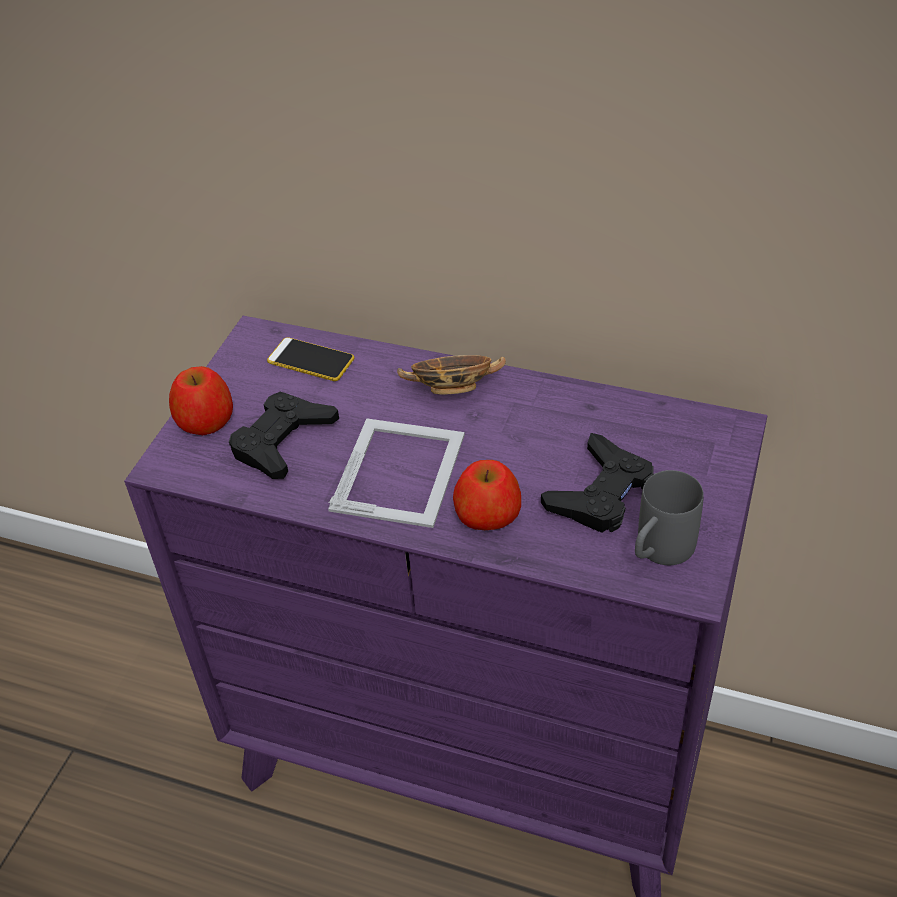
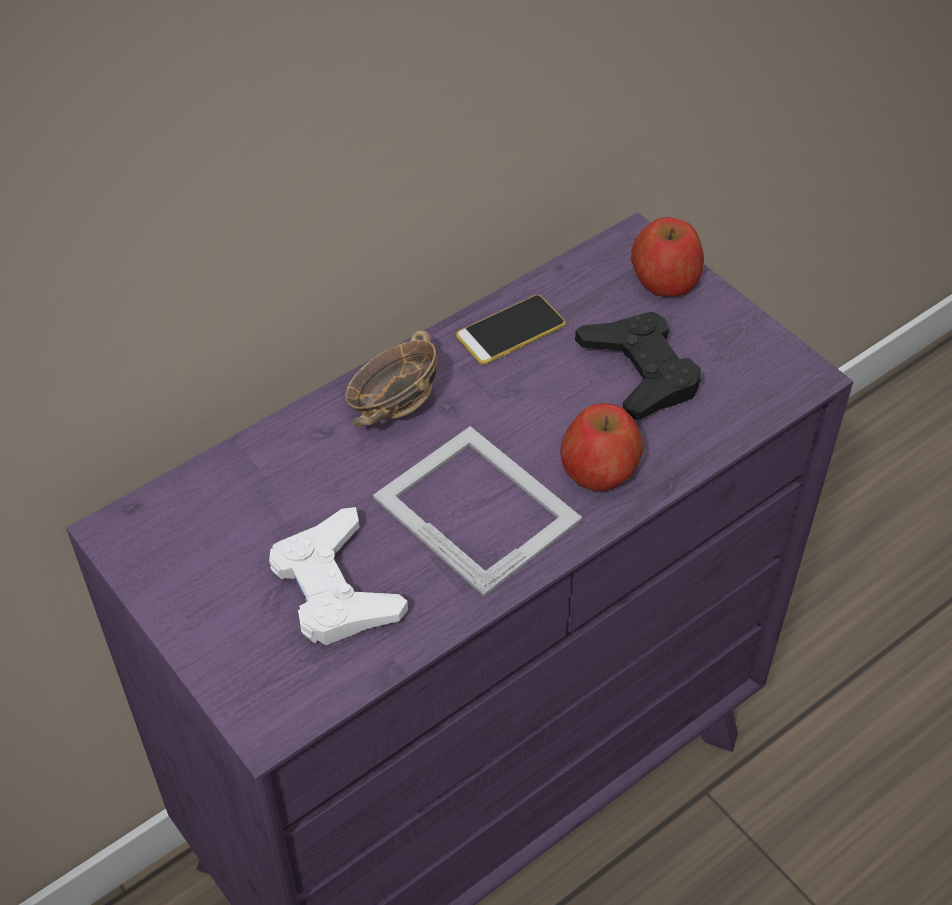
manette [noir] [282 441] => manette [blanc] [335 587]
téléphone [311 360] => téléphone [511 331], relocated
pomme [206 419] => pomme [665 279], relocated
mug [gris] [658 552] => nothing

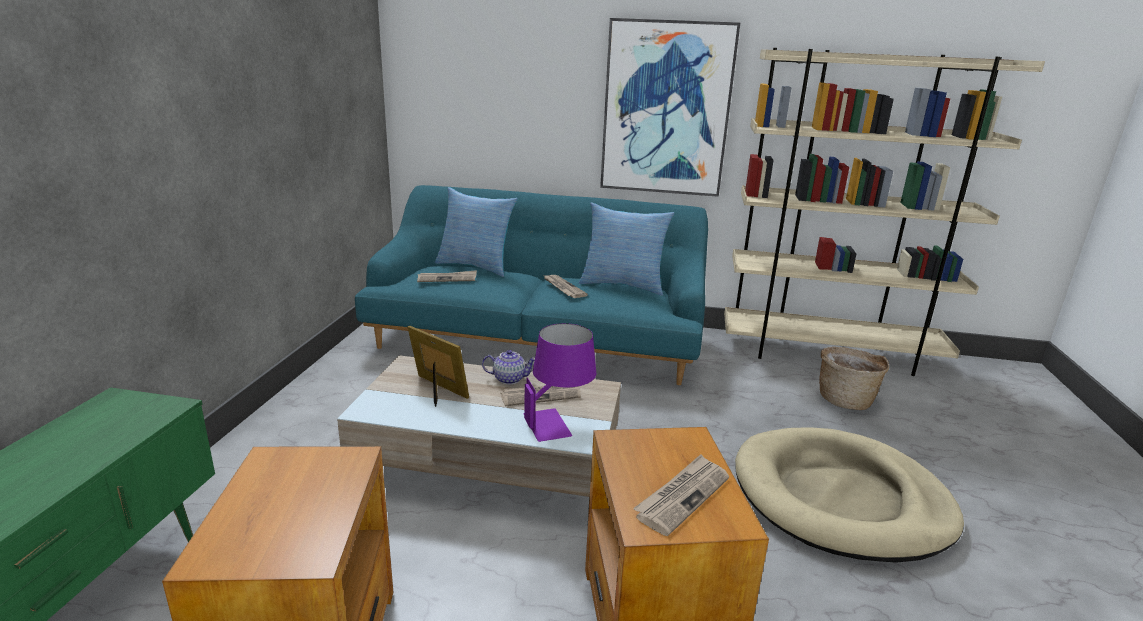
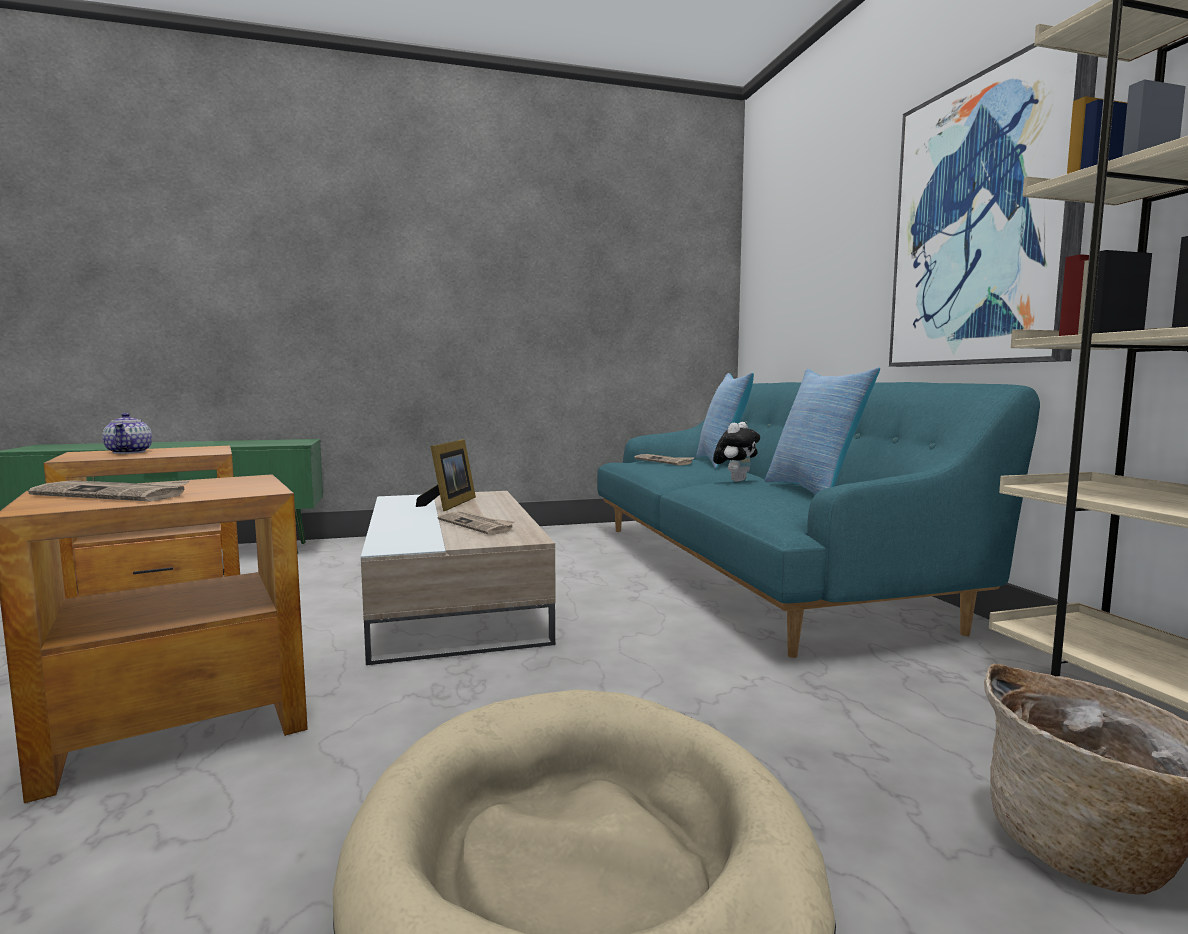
théière [509 379] => théière [129 452], relocated
journal [563 288] => peluche [736 480]
lampe de table [violet] [558 422] => nothing

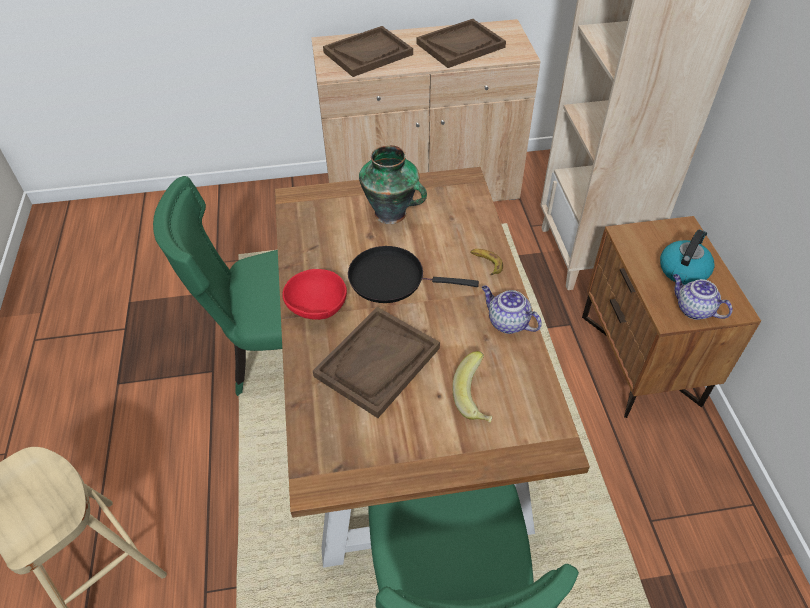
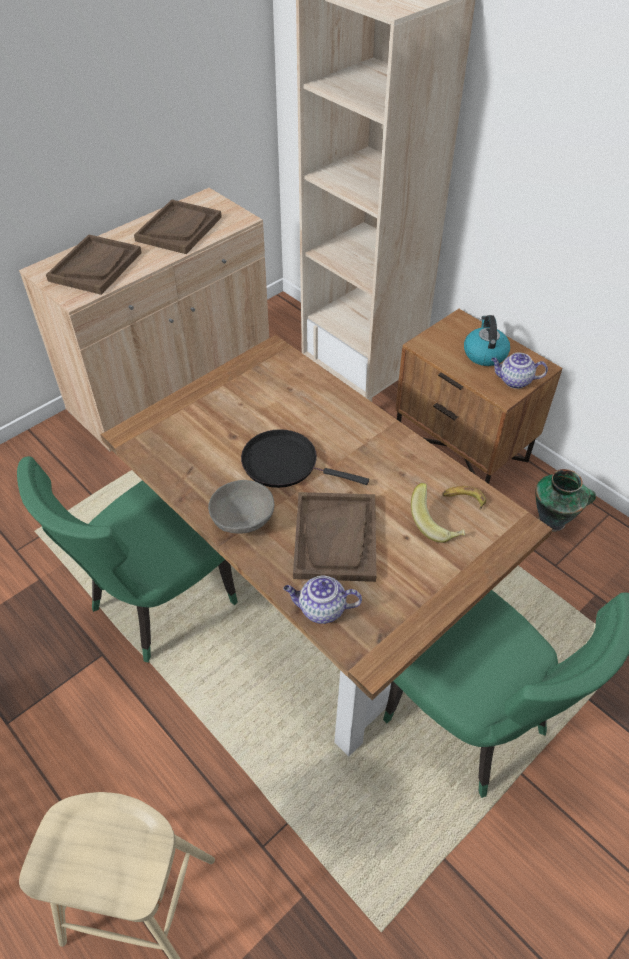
bol [rouge] [318 308] => bol [gris] [244 520]
poêle [noir] [392 278] => poêle [noir] [285 463], 45 degrees clockwise
théière [507 322] => théière [321 609], relocated
banane [486 263] => banane [463 499], relocated
vase [392 214] => vase [553 520], relocated

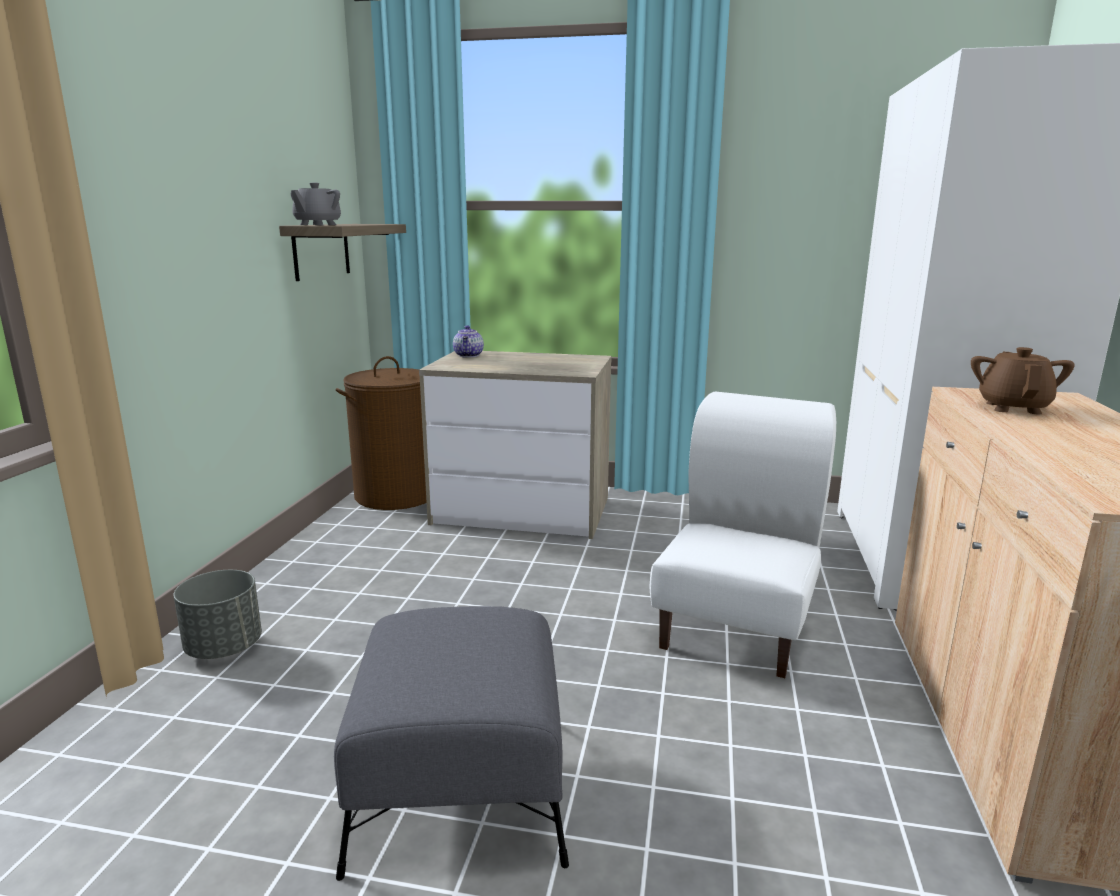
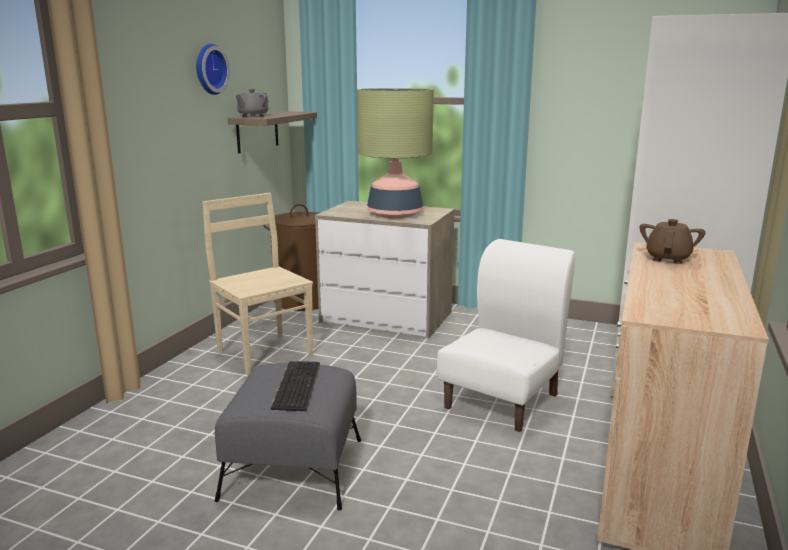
nothing => horloge murale [209 69]
nothing => chaise [beige] [264 352]
nothing => clavier [295 385]
nothing => lampe de table [395 214]
cache-pot [gris] [224 647] => nothing
théière [469 355] => nothing

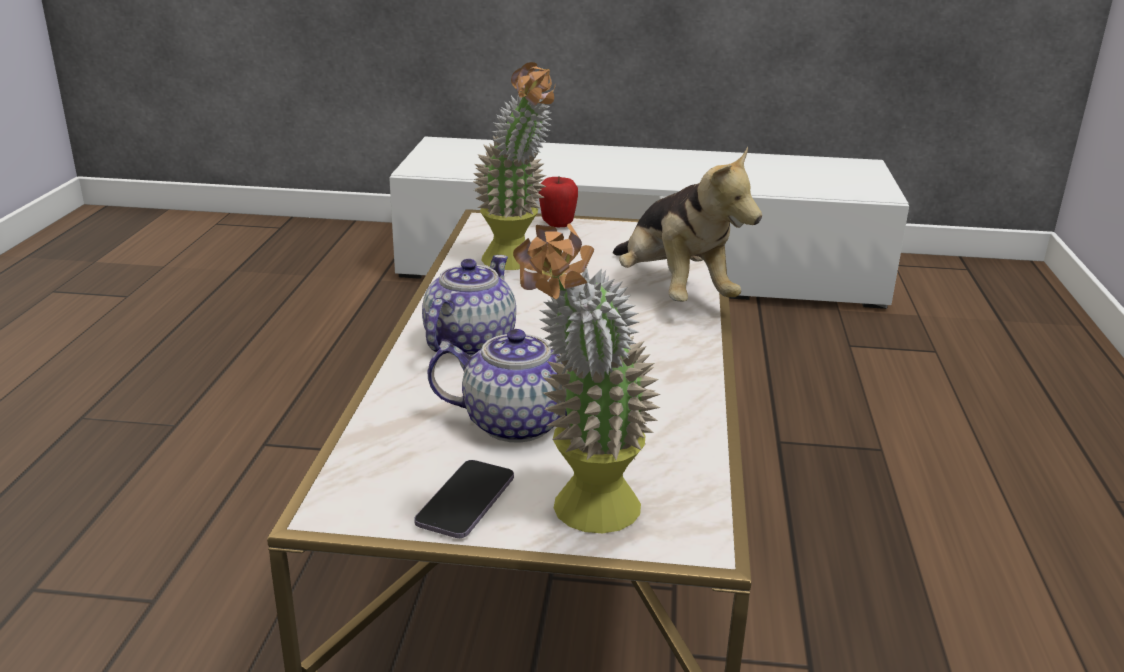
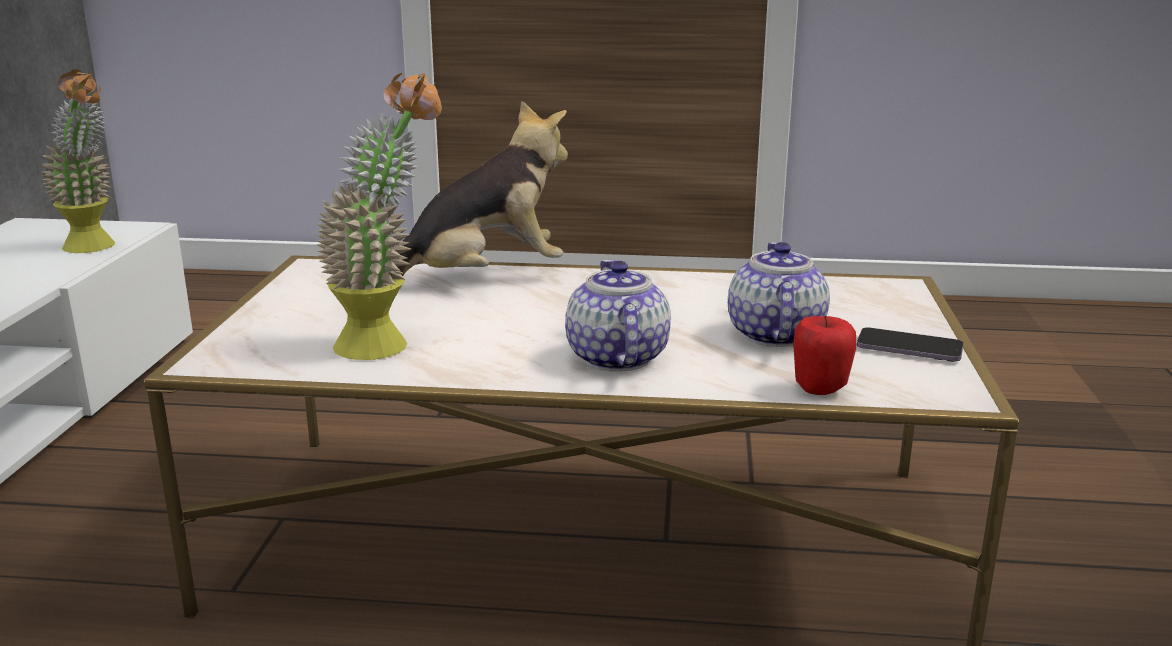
plante en pot [582 518] => plante en pot [96 248], relocated
théière [468 343] => théière [616 358], 60 degrees clockwise
pomme [557 225] => pomme [820 390], relocated

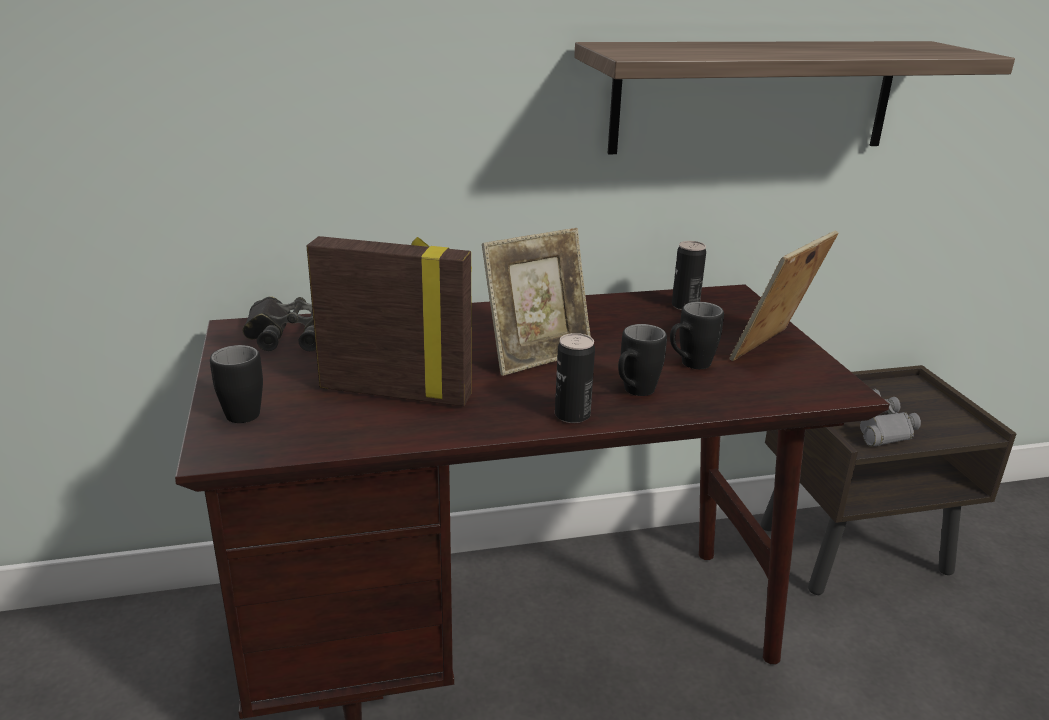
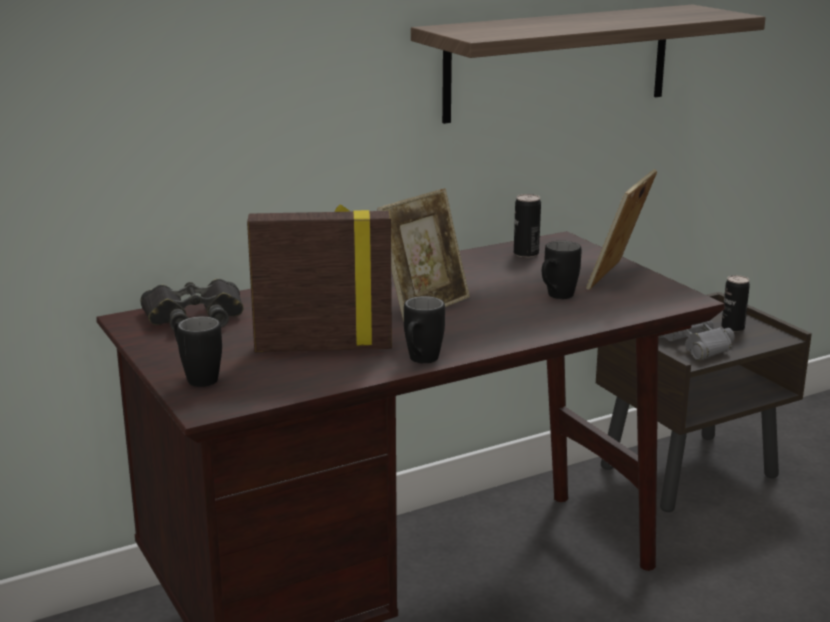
mug [noir] [634 393] => mug [noir] [420 361], relocated
boîte métallique [572 415] => boîte métallique [732 328], relocated

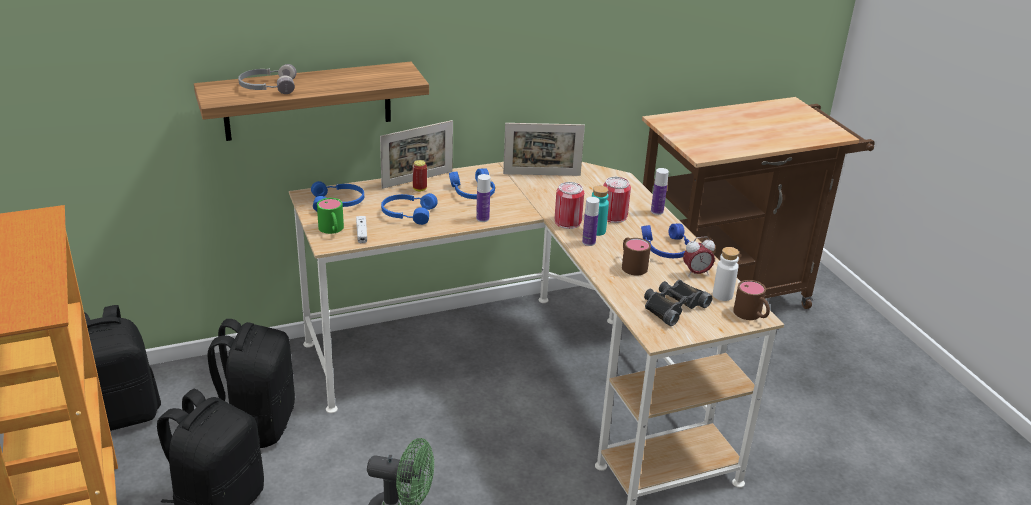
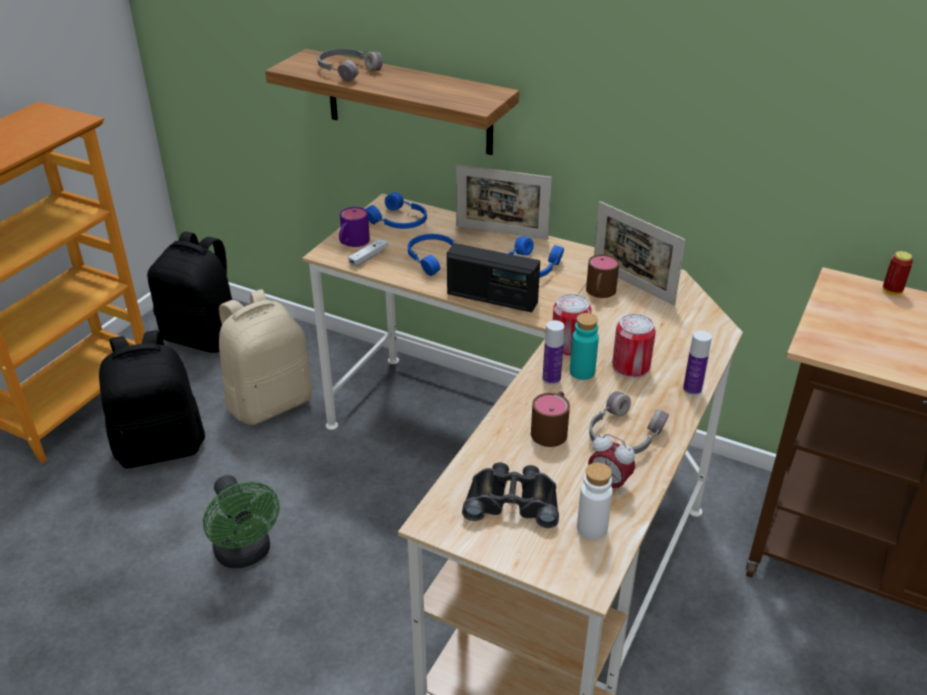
sac à dos [noir] [258 424] => sac à dos [beige] [270 402]
mug [vert] [332 230] => mug [violet] [352 243]
bouteille [482 218] => radio [492 298]
mug [marron] [751 315] => mug [marron] [599 293], relocated
casque audio [bleu] [665 249] => casque audio [gris] [622 436]
boîte métallique [419 189] => boîte métallique [892 291], relocated

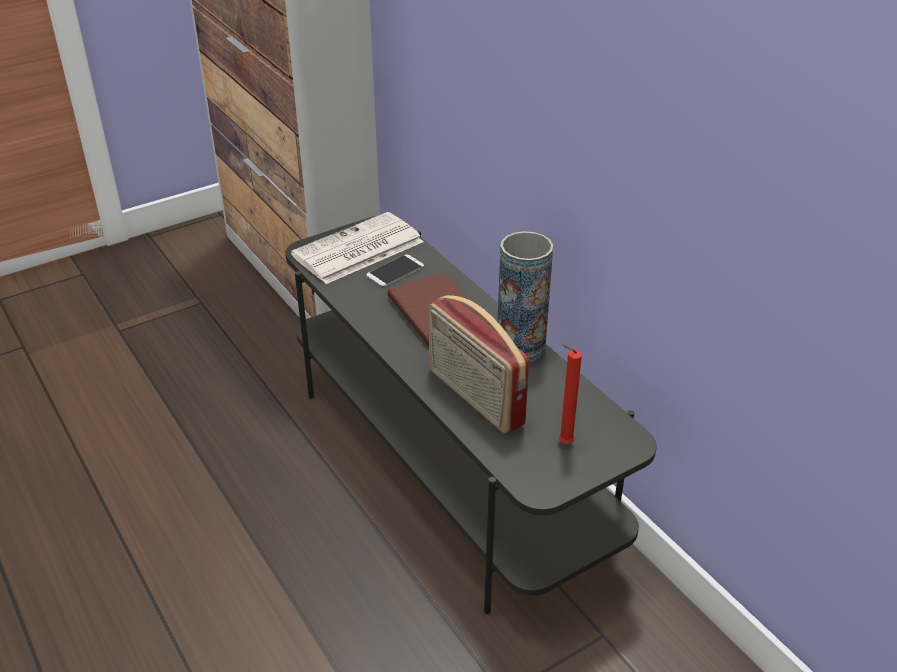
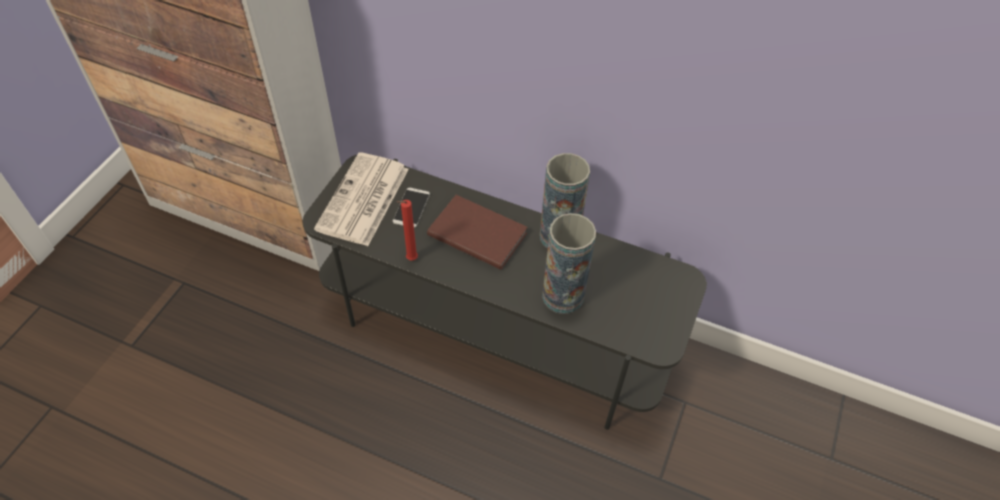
bougie [rouge] [563 443] => bougie [rouge] [410 259], relocated
radio [474 398] => vase [563 296]

